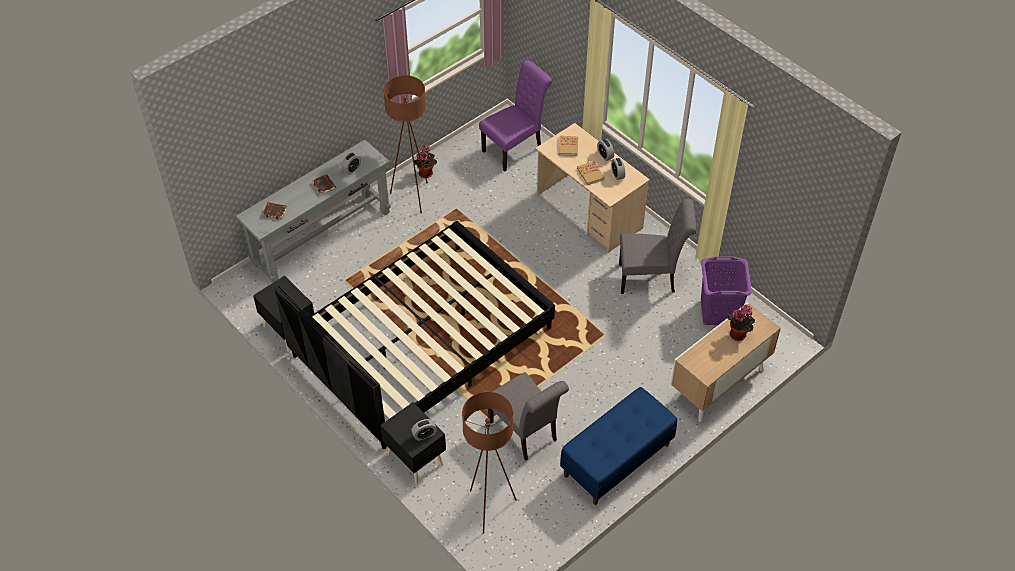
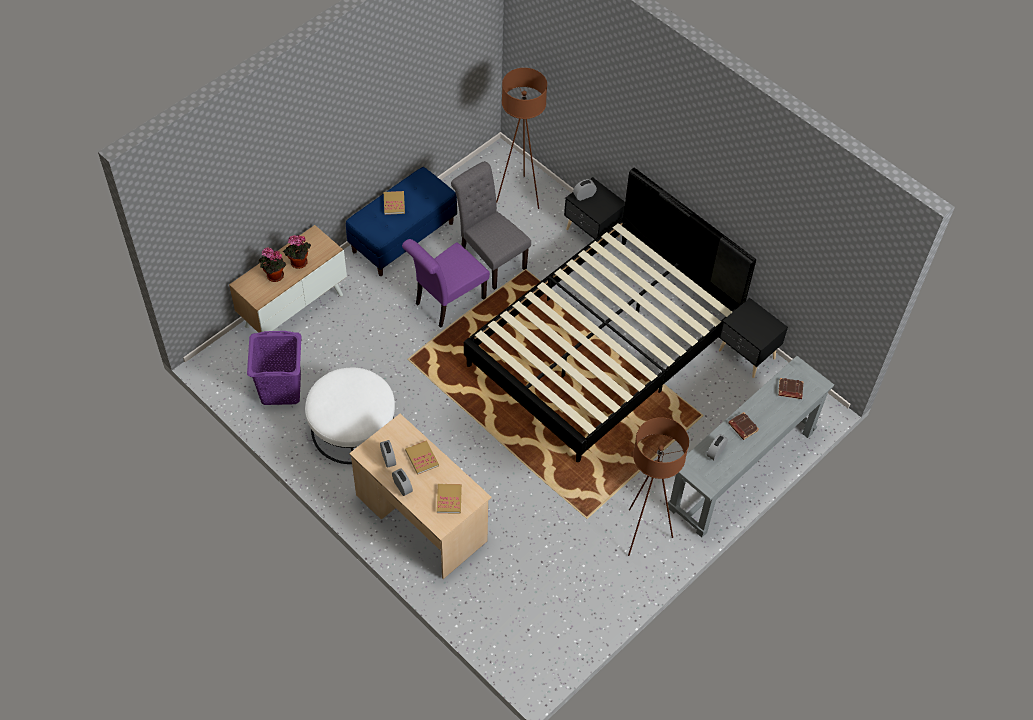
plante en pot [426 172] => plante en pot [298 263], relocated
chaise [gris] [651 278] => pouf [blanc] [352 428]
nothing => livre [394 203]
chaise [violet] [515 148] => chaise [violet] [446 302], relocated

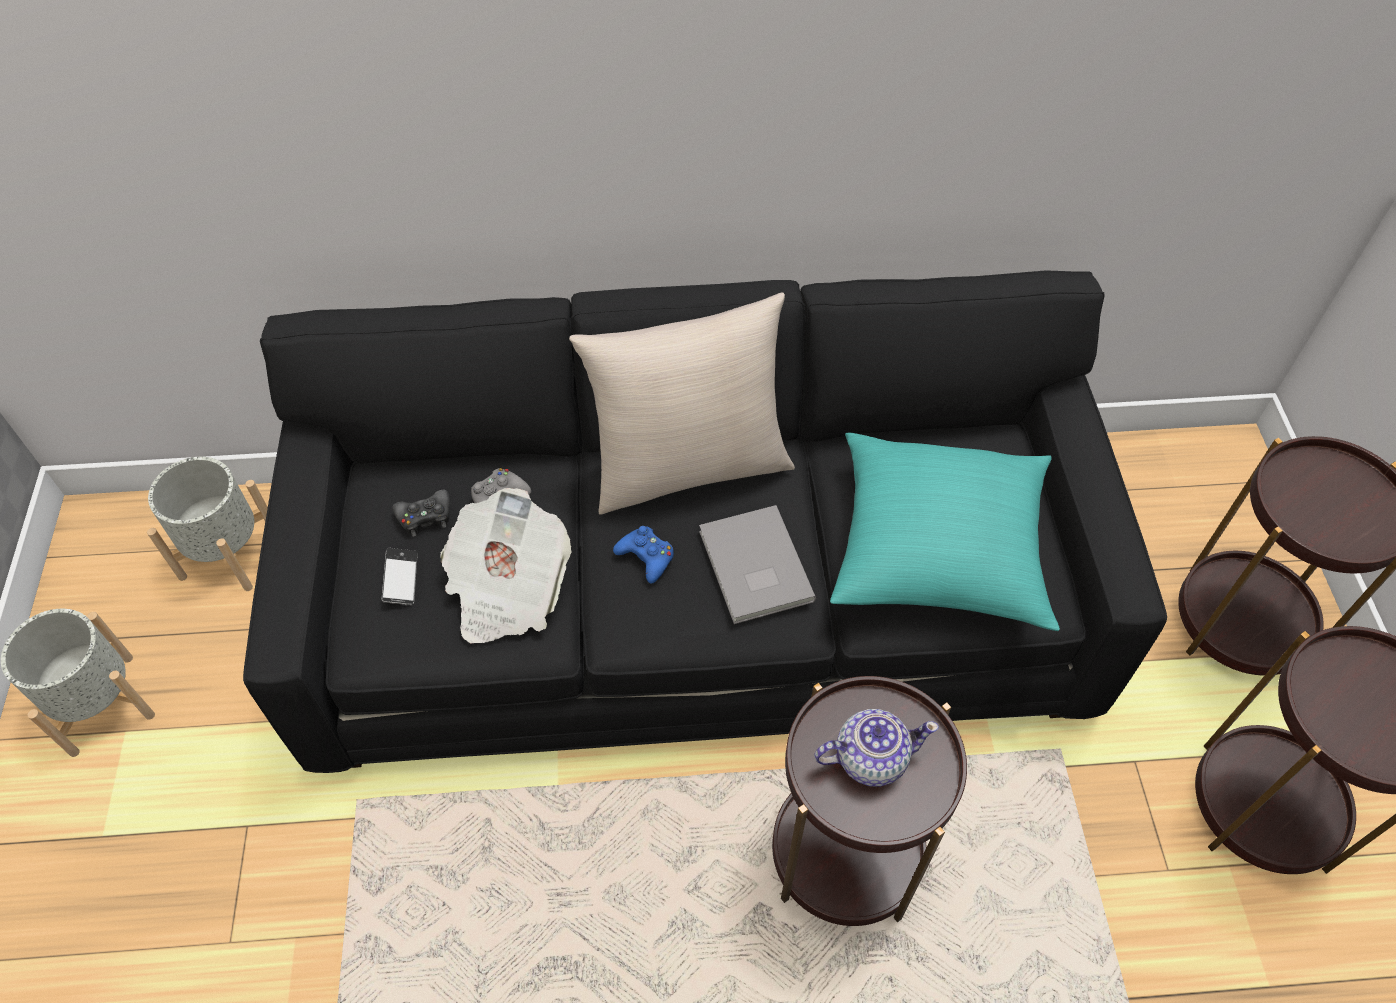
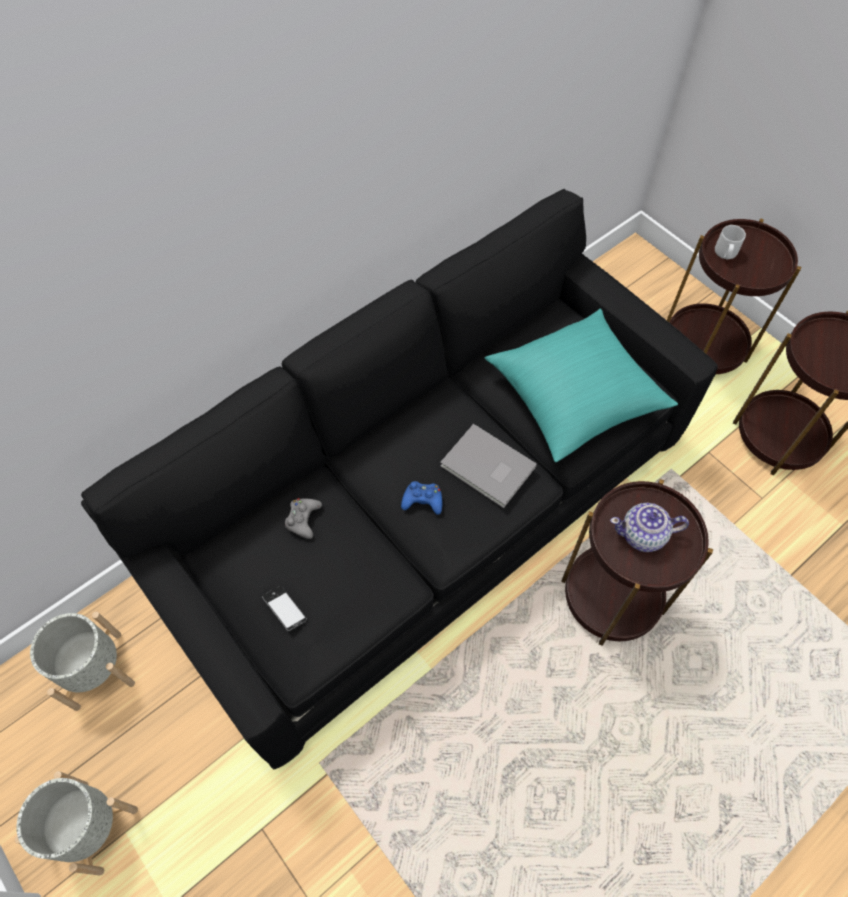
théière [869 758] => théière [643 535], 135 degrees counterclockwise
nothing => mug [gris] [725 253]
manette [noir] [425 517] => nothing
journal [507 588] => nothing
coussin [beige] [689 466] => nothing

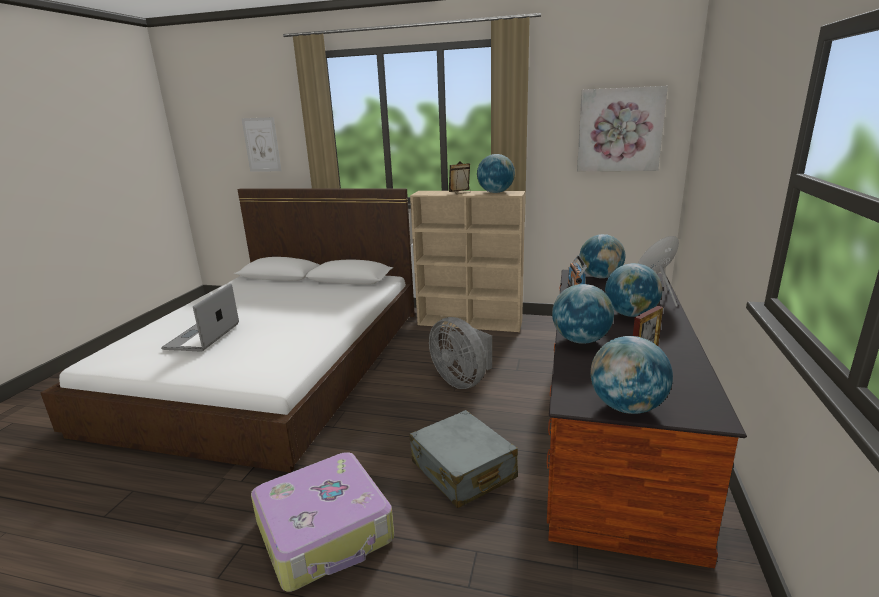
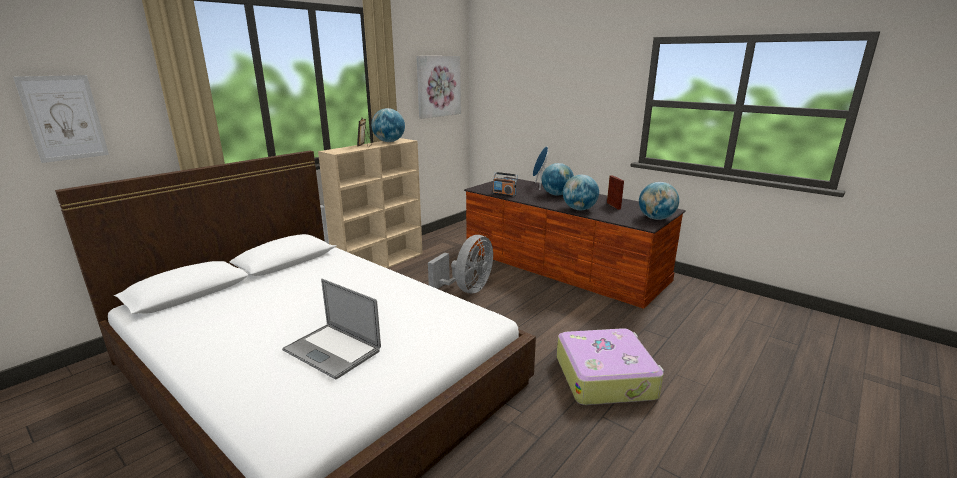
ventilateur [gris] [462 380] => ventilateur [gris] [467 289], 45 degrees counterclockwise
valise [gris] [463 470] => nothing
globe [600 277] => nothing

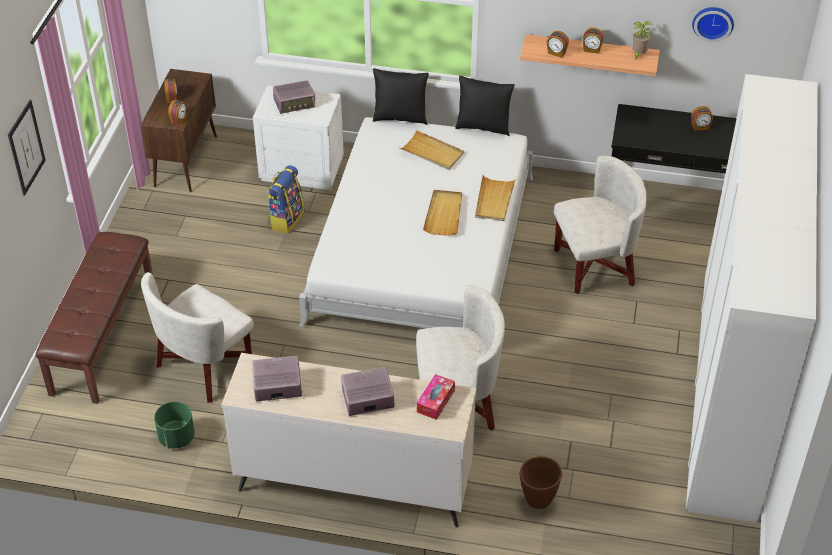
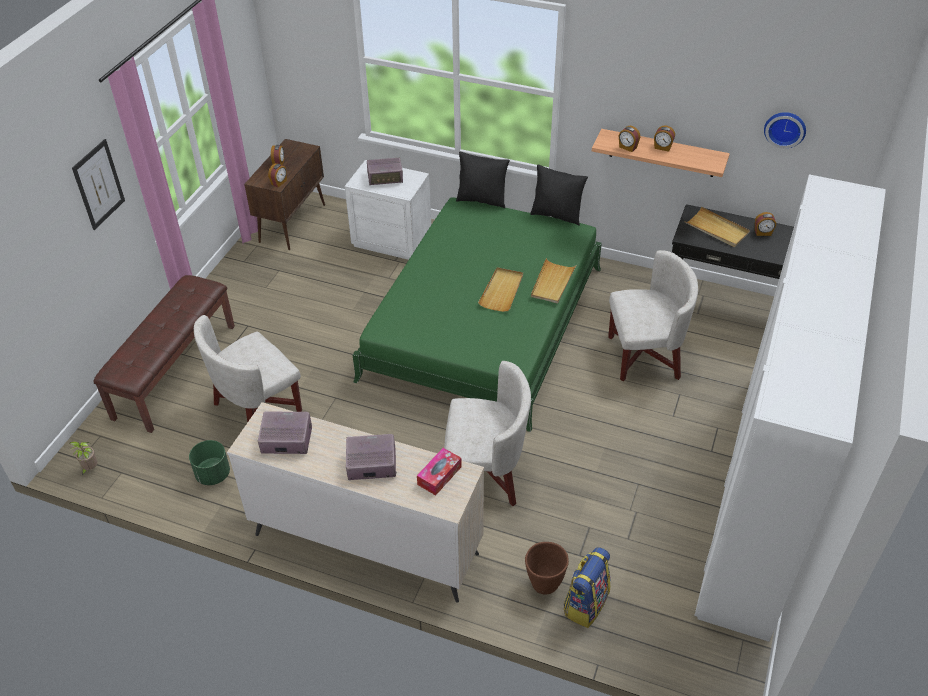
plante en pot [638 55] => plante en pot [90 469], relocated
lit [blanc] [422 249] => lit [vert] [483 322]
sac à dos [286 219] => sac à dos [585 603], relocated
plateau [beige] [432 152] => plateau [beige] [717 229], relocated

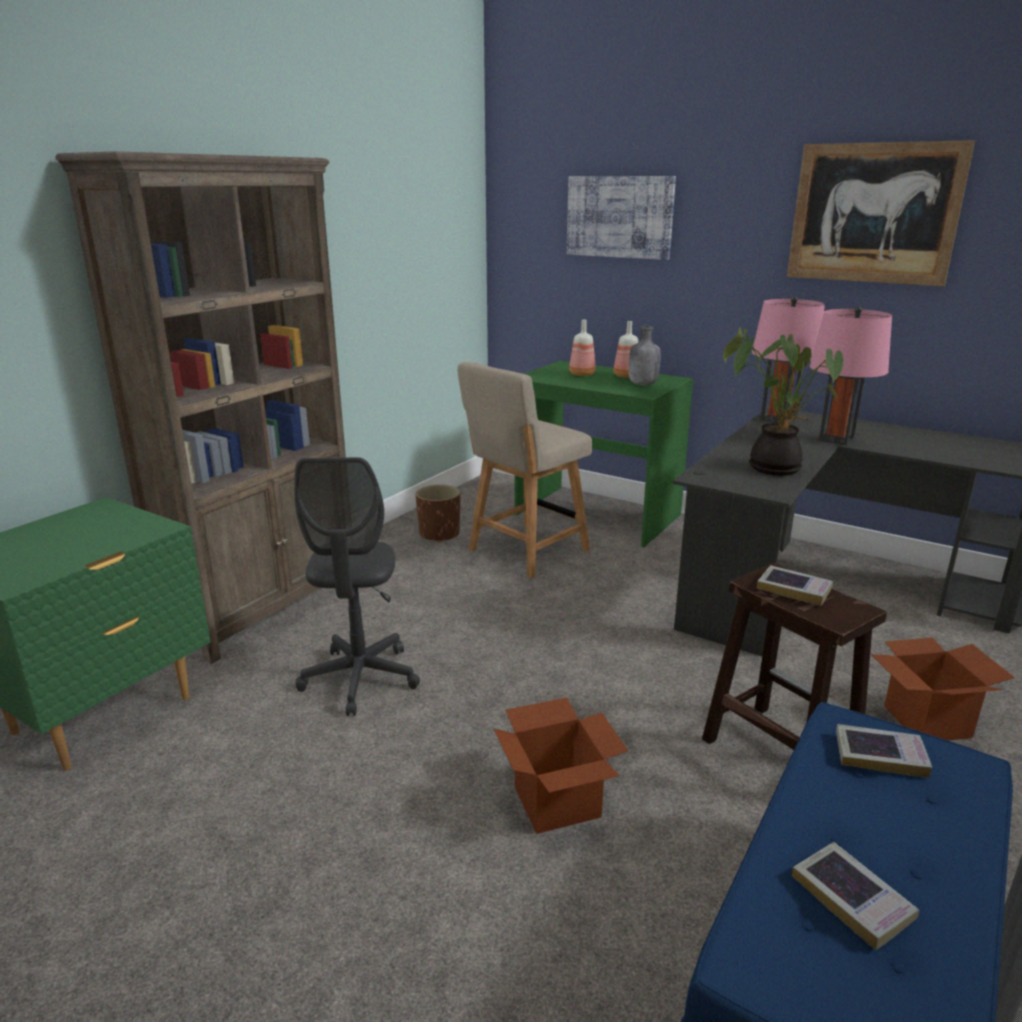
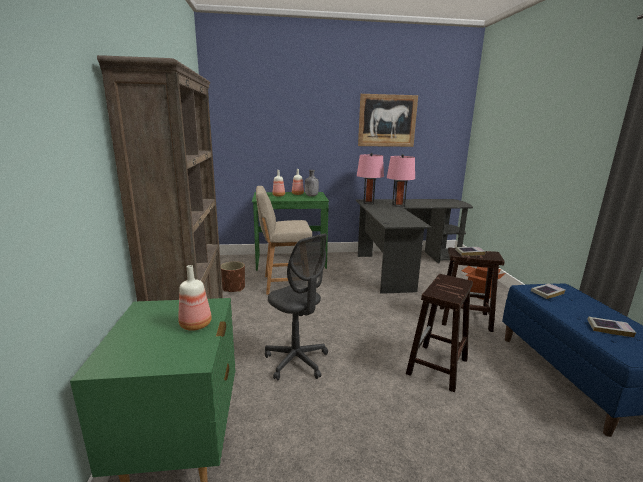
nothing => bouteille [196 324]
chaise [beige] [524 551] => chaise [beige] [284 284], 75 degrees clockwise
carton [557 802] => tabouret [marron] [437 367]
tableau [619 217] => nothing
plante en pot [773 466] => nothing

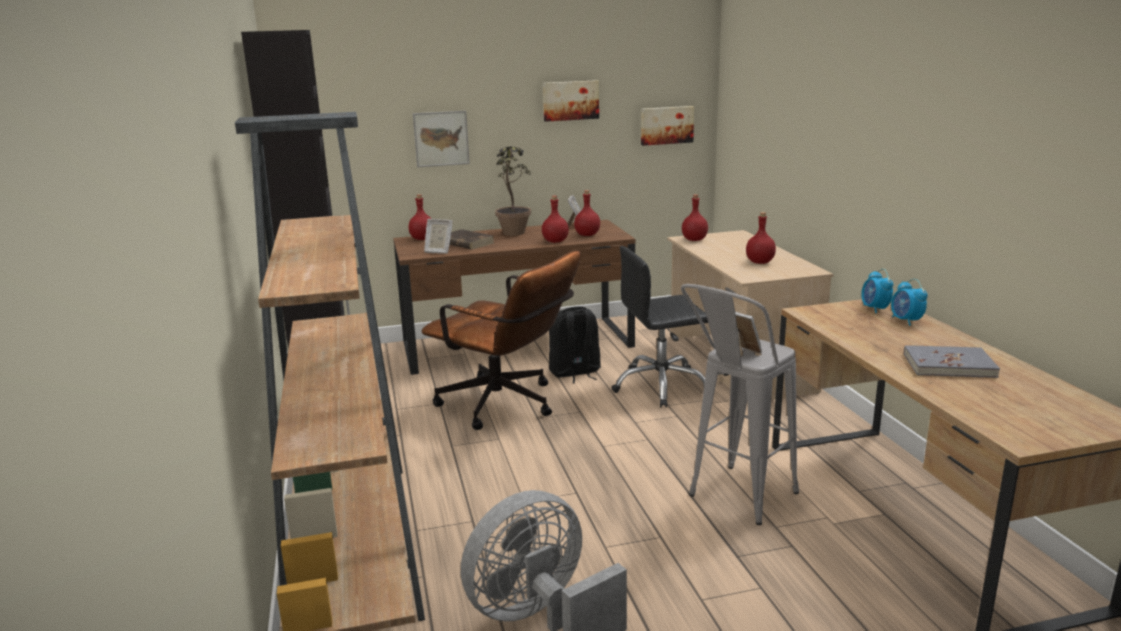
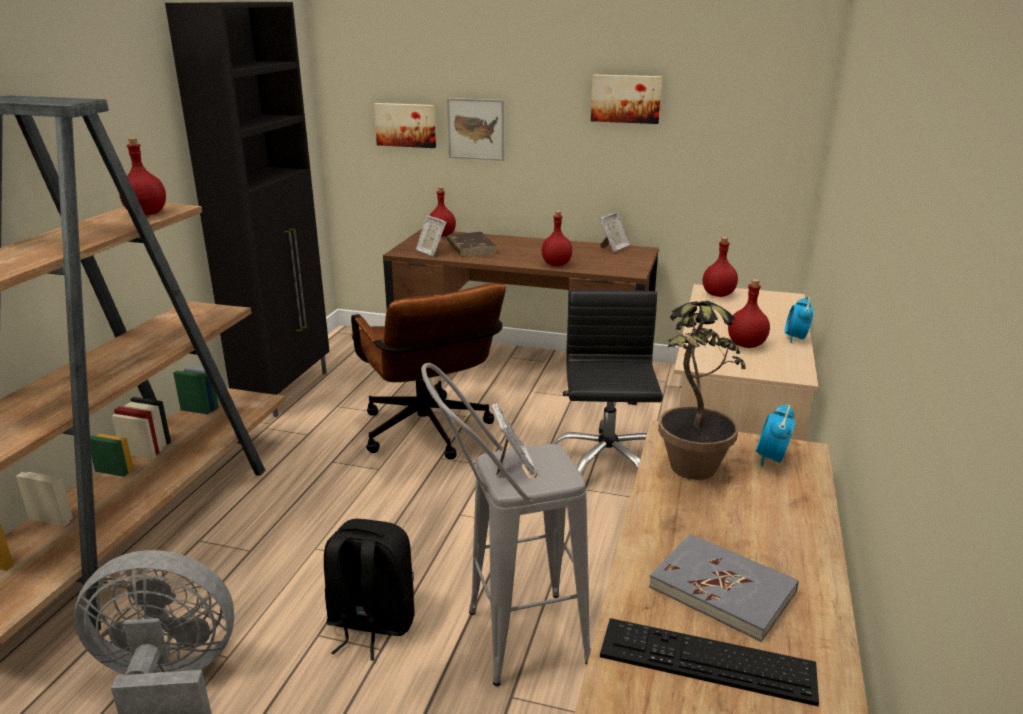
bouteille [rouge] [587 235] => bouteille [rouge] [147 214], relocated
sac à dos [noir] [574 373] => sac à dos [noir] [370 624], relocated
tableau [666 125] => tableau [406 125], relocated
chaise de bureau [noir] [661 386] => chaise de bureau [noir] [606 462], 75 degrees clockwise
nothing => clavier [707 660]
plante en pot [513 235] => plante en pot [687 476], relocated
réveil [906 321] => réveil [796 338], relocated

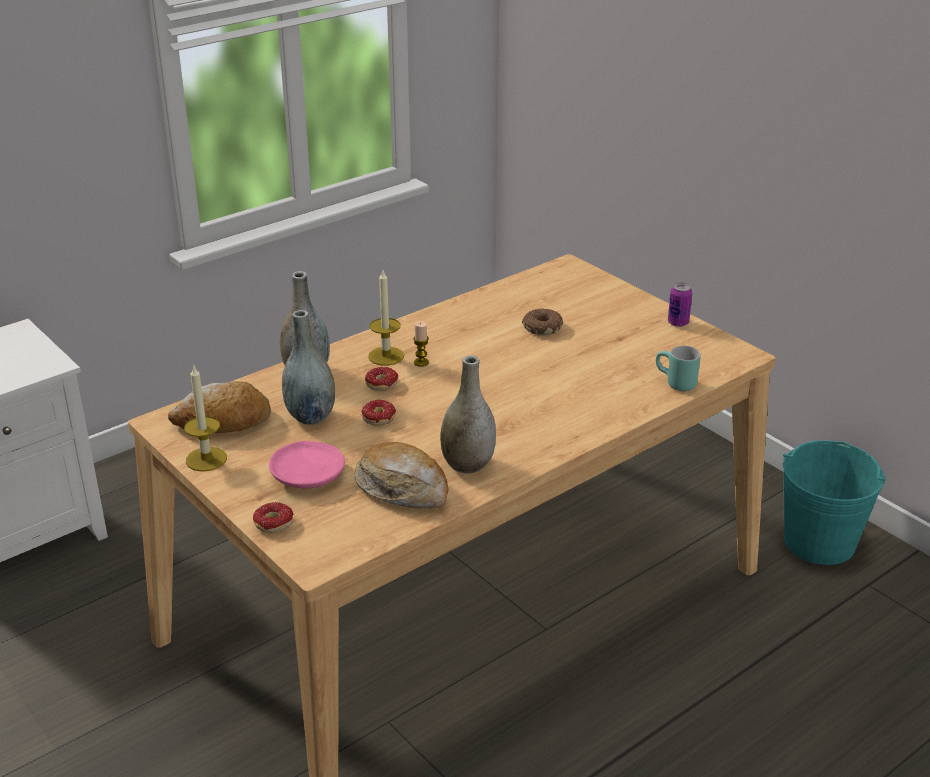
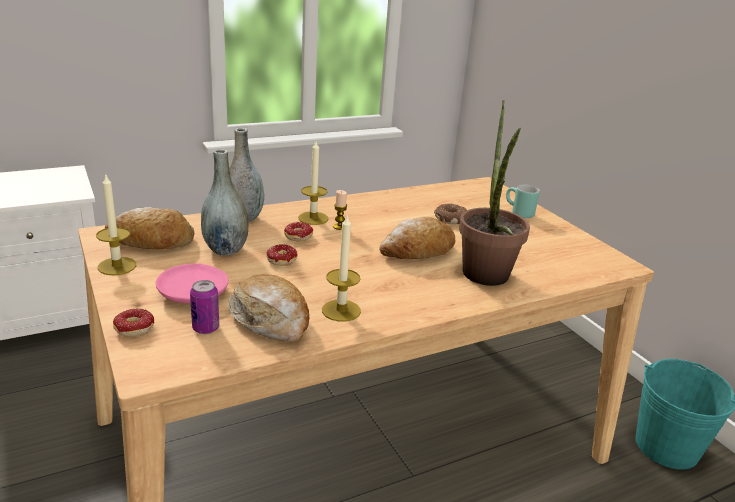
boîte métallique [678 322] => boîte métallique [205 328], relocated
vase [gris] [468 465] => bougie [341 310]
nothing => pain [417 251]
nothing => plante en pot [485 279]
mug [turquoise] [674 383] => mug [turquoise] [517 213], relocated

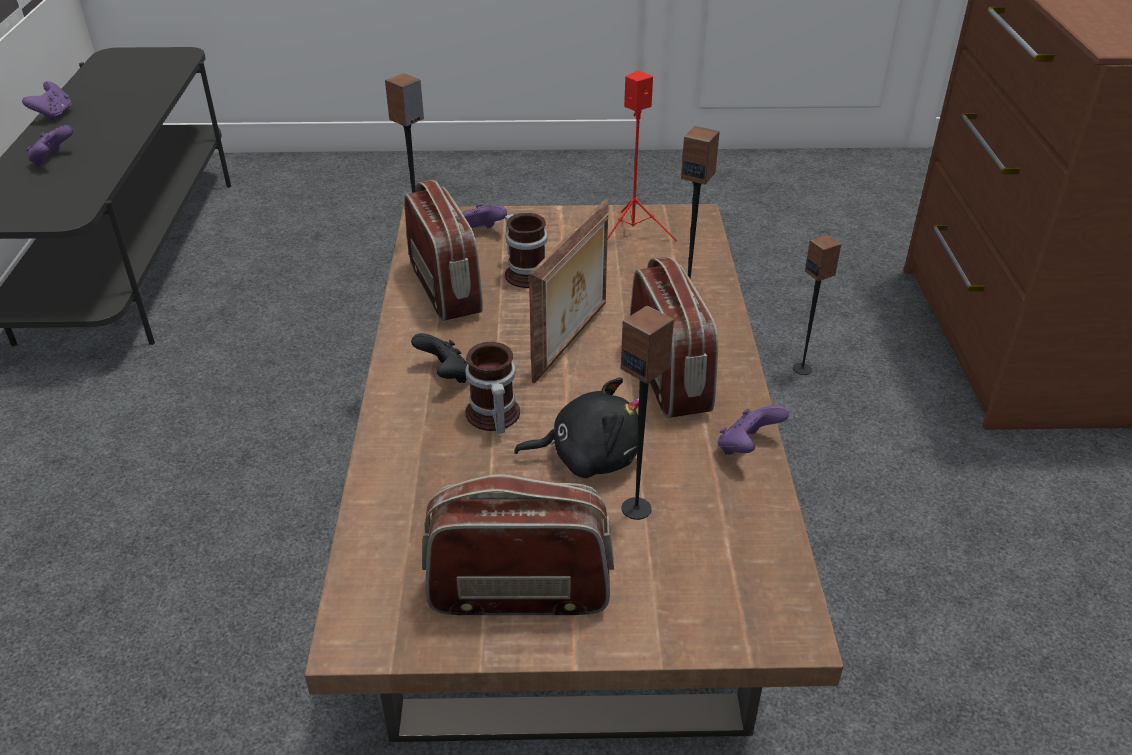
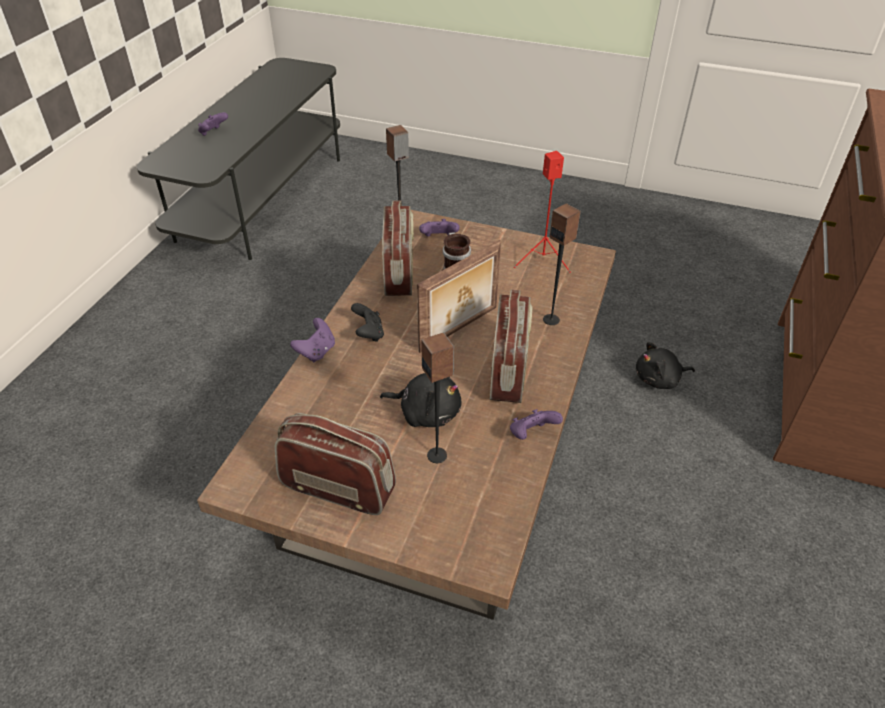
manette [violet] [54 115] => manette [violet] [316 352], relocated
enceinte [802 369] => peluche [noir] [659 379]
mug [491 417] => nothing

